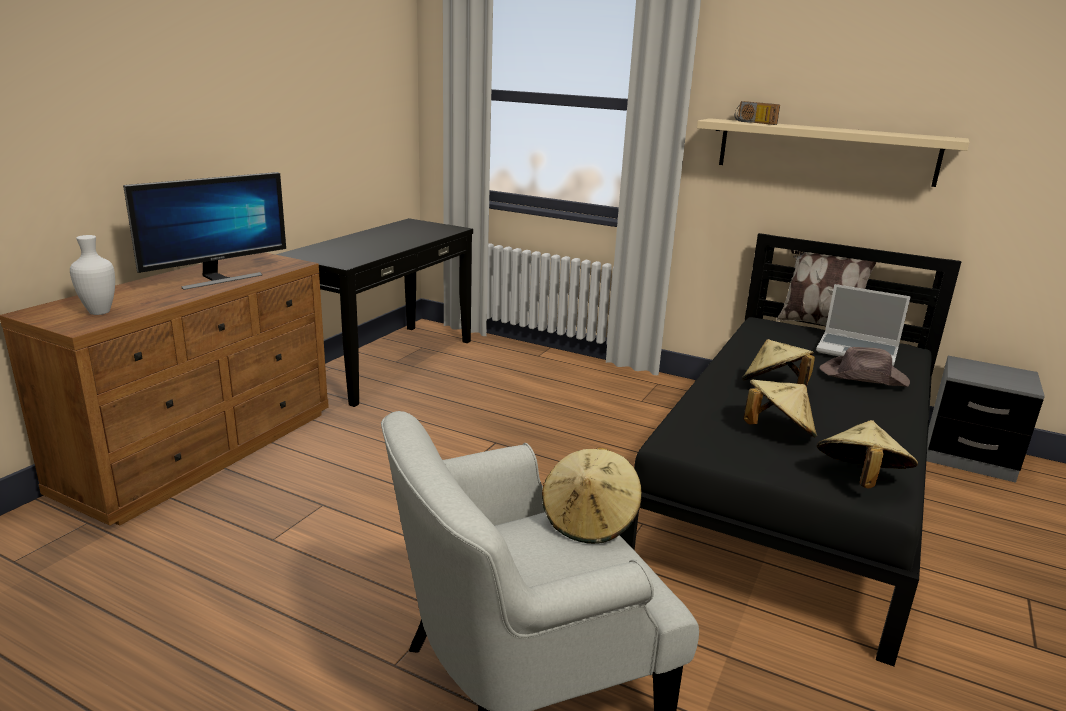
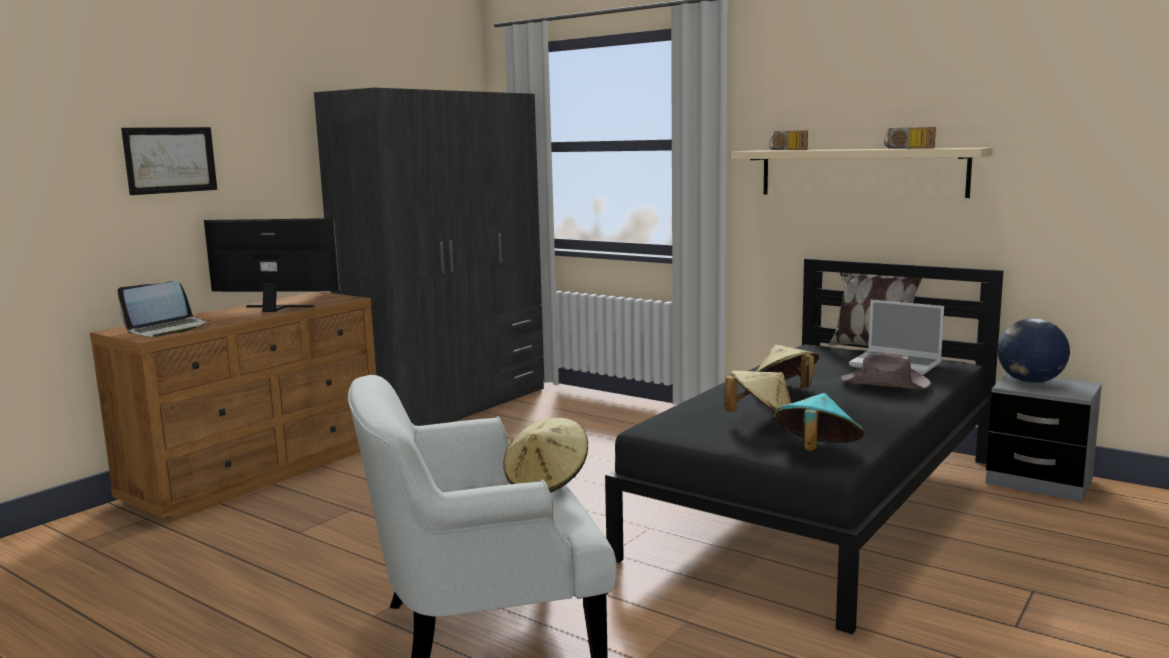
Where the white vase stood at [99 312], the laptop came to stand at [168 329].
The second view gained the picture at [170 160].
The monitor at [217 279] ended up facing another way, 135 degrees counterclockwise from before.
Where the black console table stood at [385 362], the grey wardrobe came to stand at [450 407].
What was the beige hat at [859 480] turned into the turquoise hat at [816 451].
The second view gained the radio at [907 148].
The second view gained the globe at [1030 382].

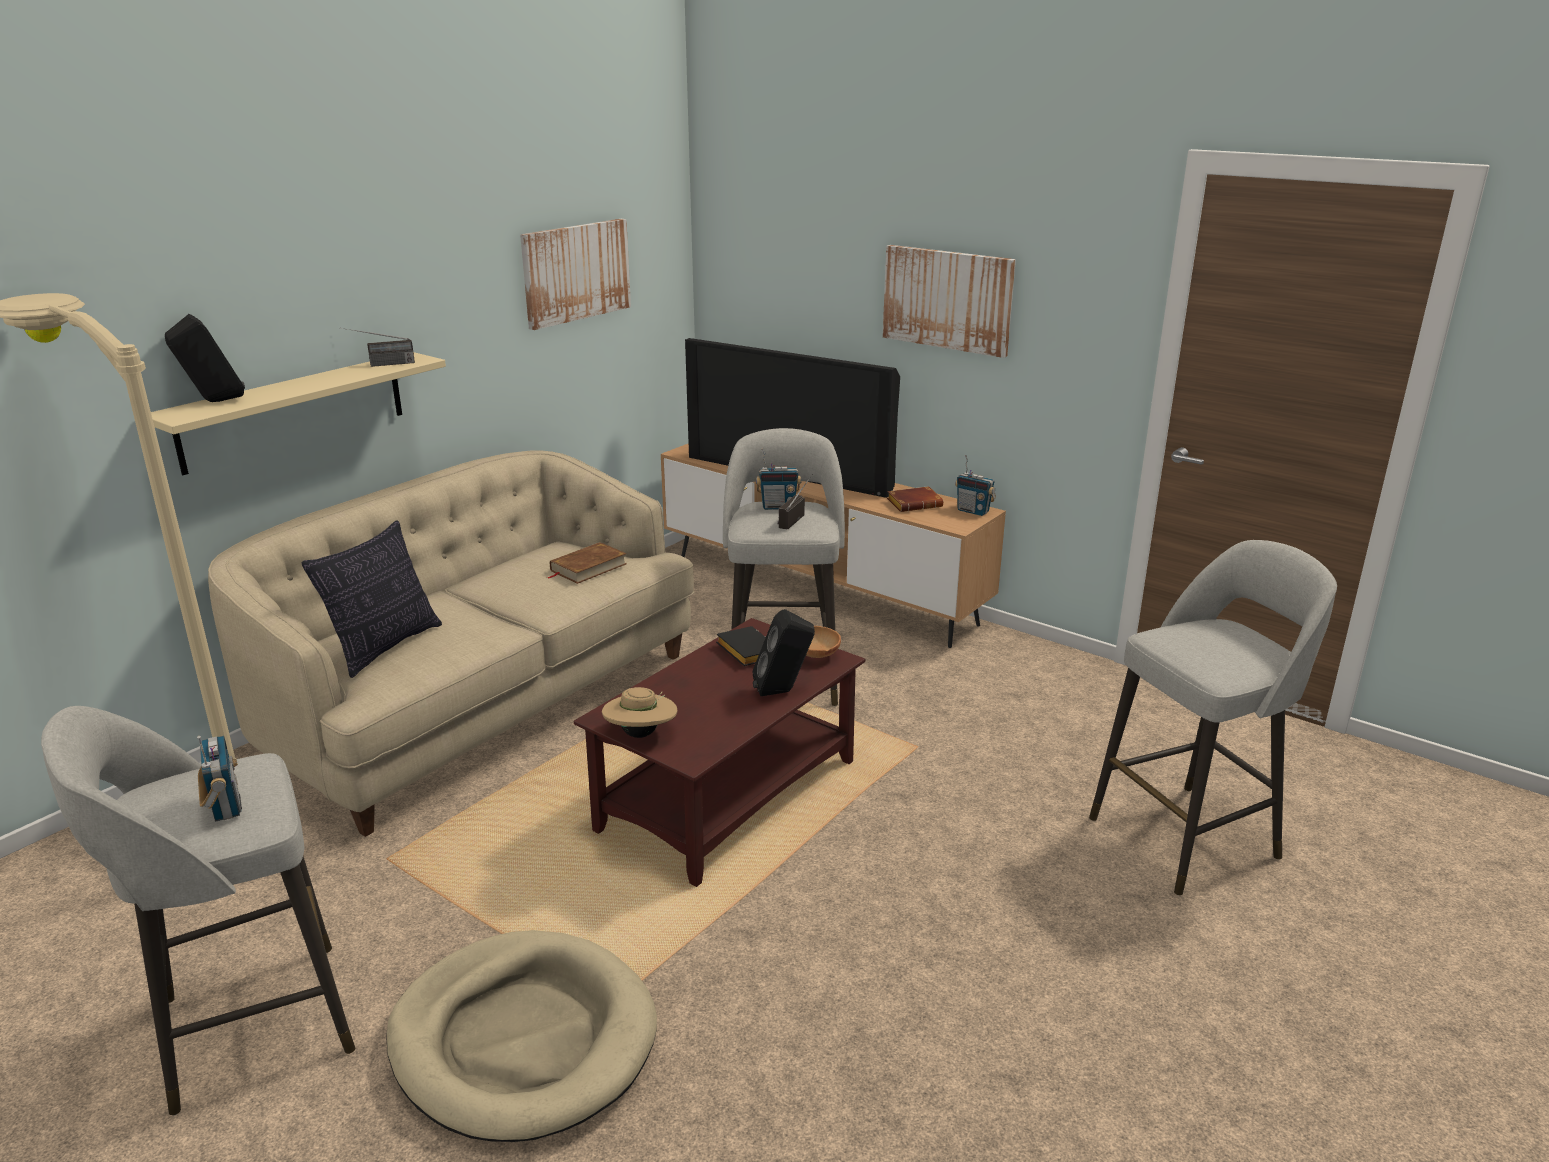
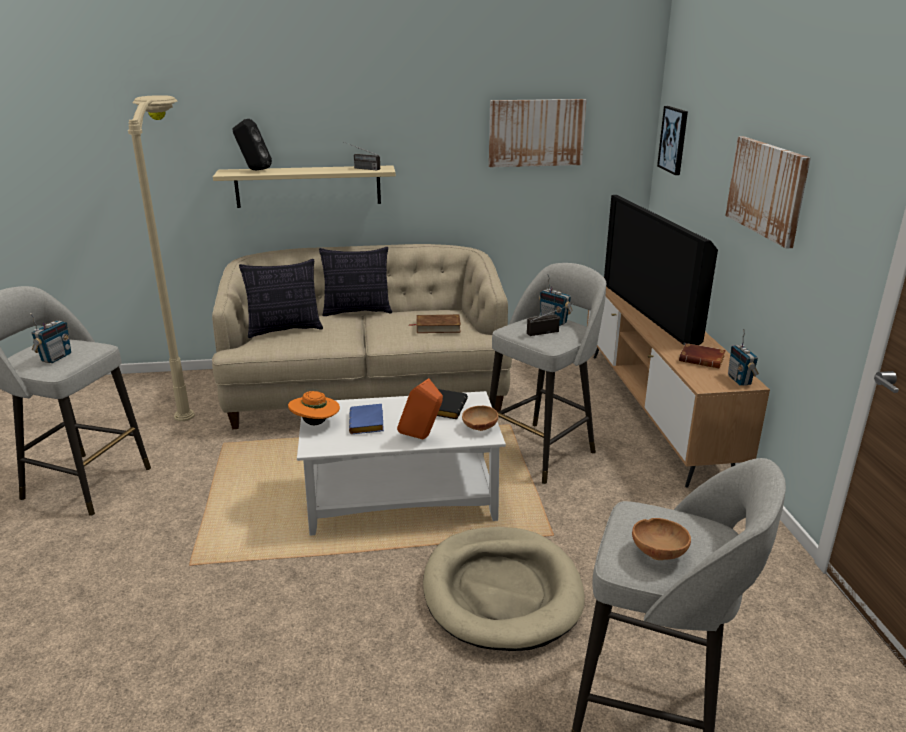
What was the beige hat at [641 734] turned into the orange hat at [315 423].
What was the brown coffee table at [729 794] turned into the white coffee table at [403 499].
The second view gained the pillow at [357 311].
The second view gained the blue book at [368 424].
What was the black speaker at [783 692] turned into the orange speaker at [422 438].
The beige dog bed ended up elsewhere, having gone from [524 1039] to [501 592].
The second view gained the brown bowl at [659 552].
The second view gained the picture at [674 140].

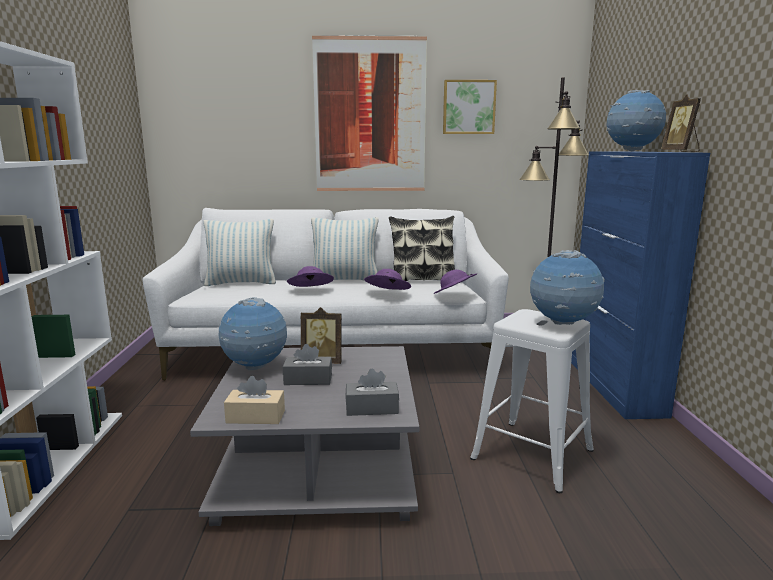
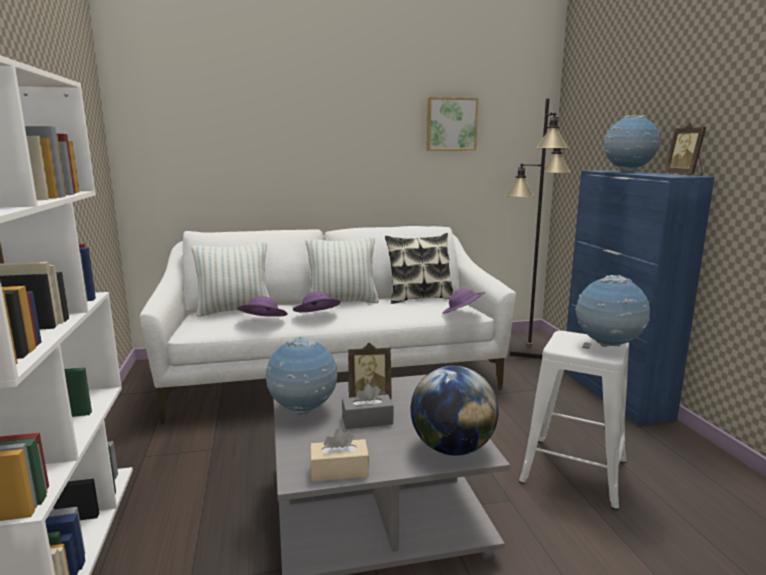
The purple hat ended up elsewhere, having gone from [387 294] to [262 322].
Where the grey tissue box stood at [372 408], the globe came to stand at [452 448].
The second view lost the picture at [370 115].

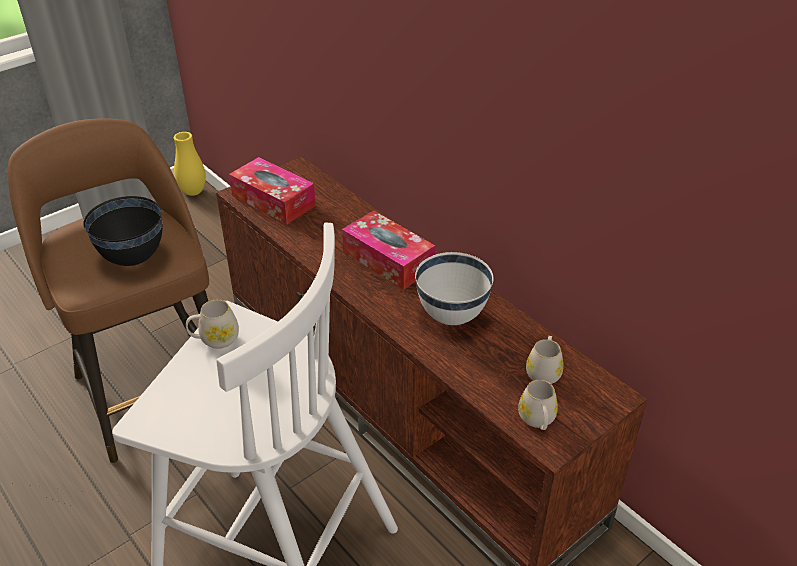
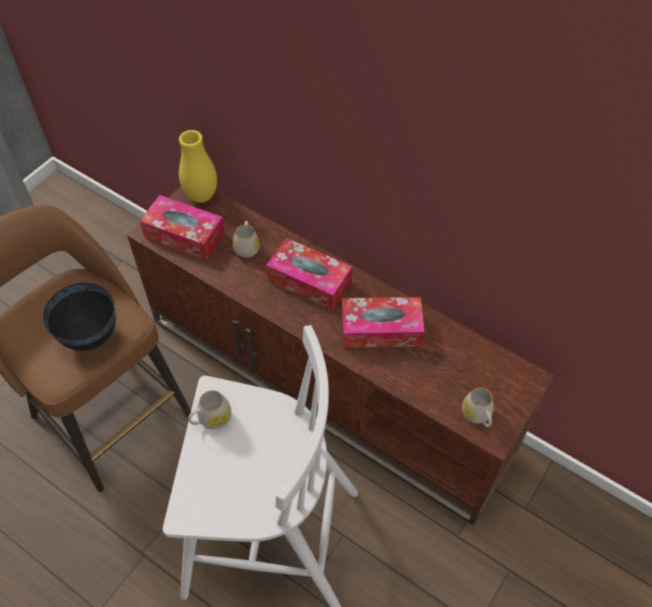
The yellow vase ended up elsewhere, having gone from [193 192] to [201 196].
The white mug ended up elsewhere, having gone from [544 371] to [247 246].
Where the white bowl stood at [451 316], the tissue box came to stand at [381 329].

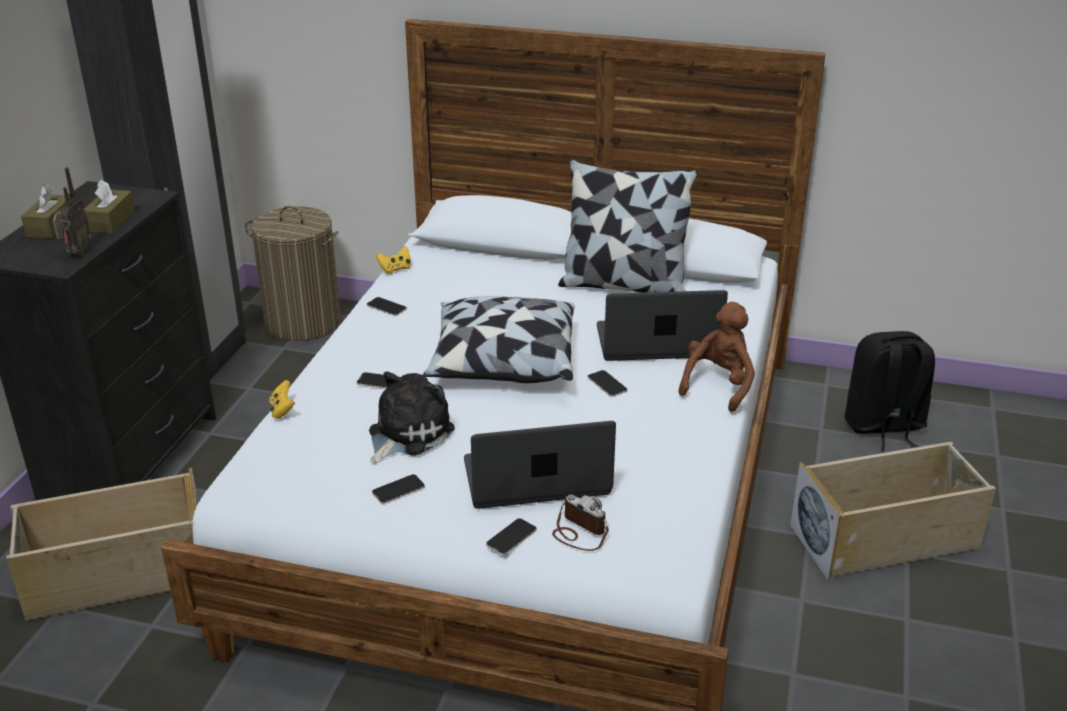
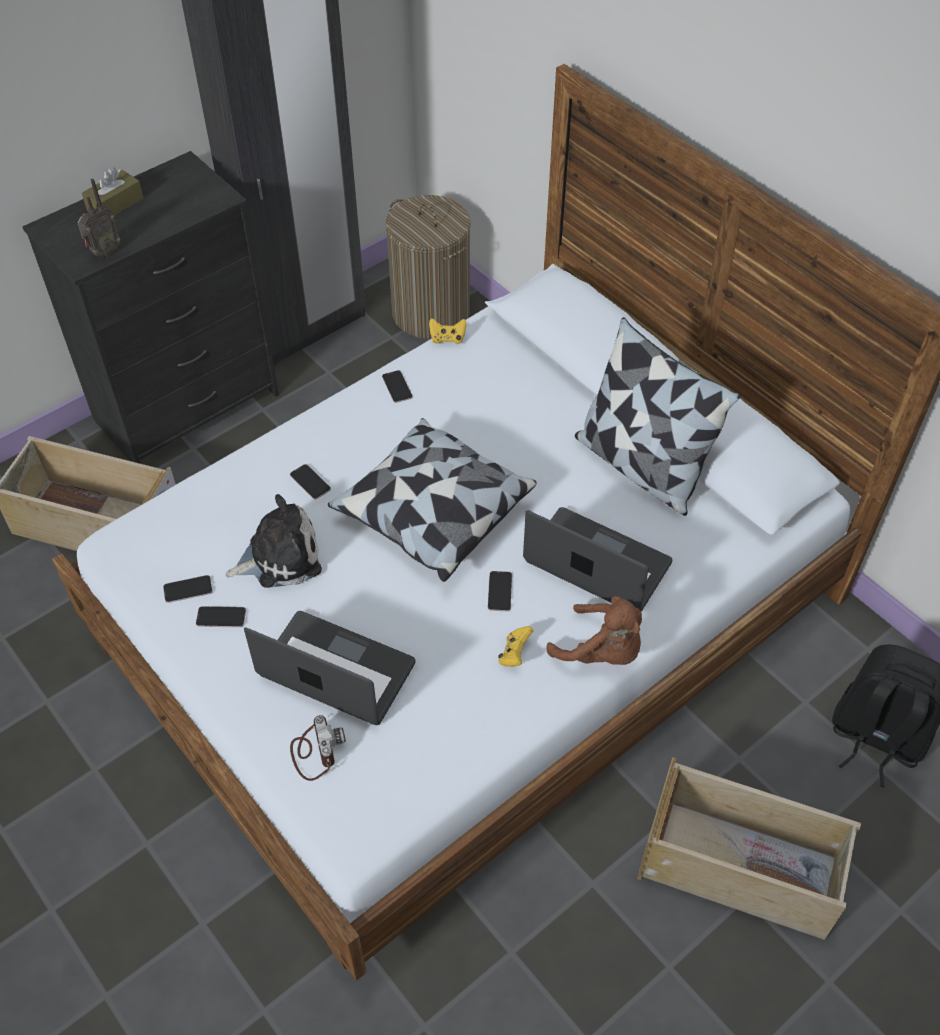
The phone ended up elsewhere, having gone from [511 537] to [188 589].
The yellow game controller ended up elsewhere, having gone from [282 410] to [514 654].
The brown plush toy at [718 385] ended up facing another way, 60 degrees clockwise from before.
The second view lost the brown tissue box at [111 221].

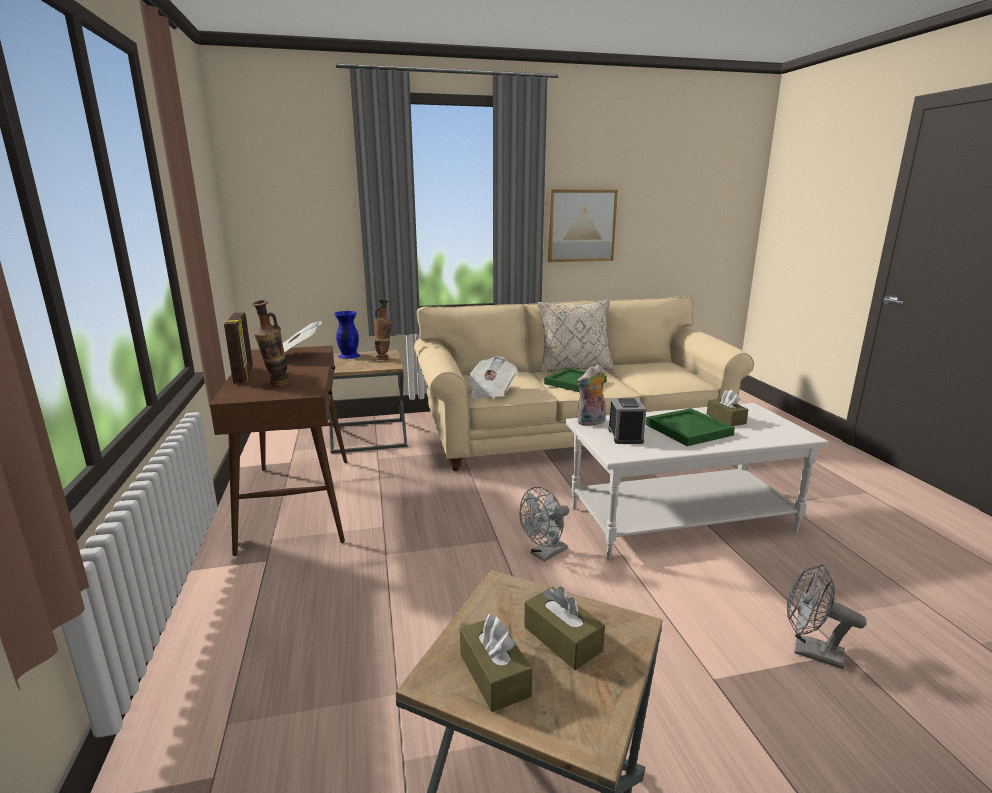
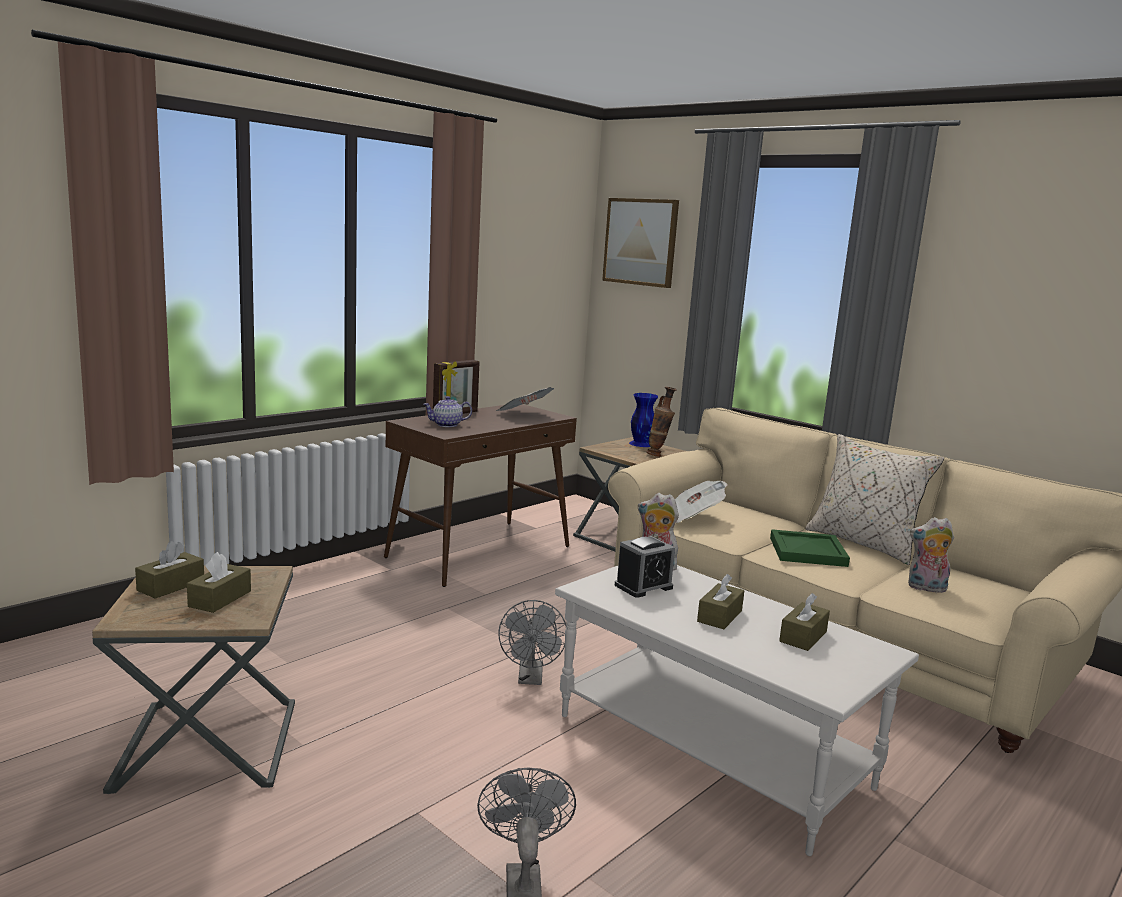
Where the vase stood at [276 385], the teapot came to stand at [447 425].
The grey fan at [545 554] ended up facing another way, 105 degrees counterclockwise from before.
The picture ended up elsewhere, having gone from [581 226] to [641 242].
Where the green tray stood at [687 429], the brown tissue box came to stand at [719 616].
The second view gained the plush toy at [926 588].

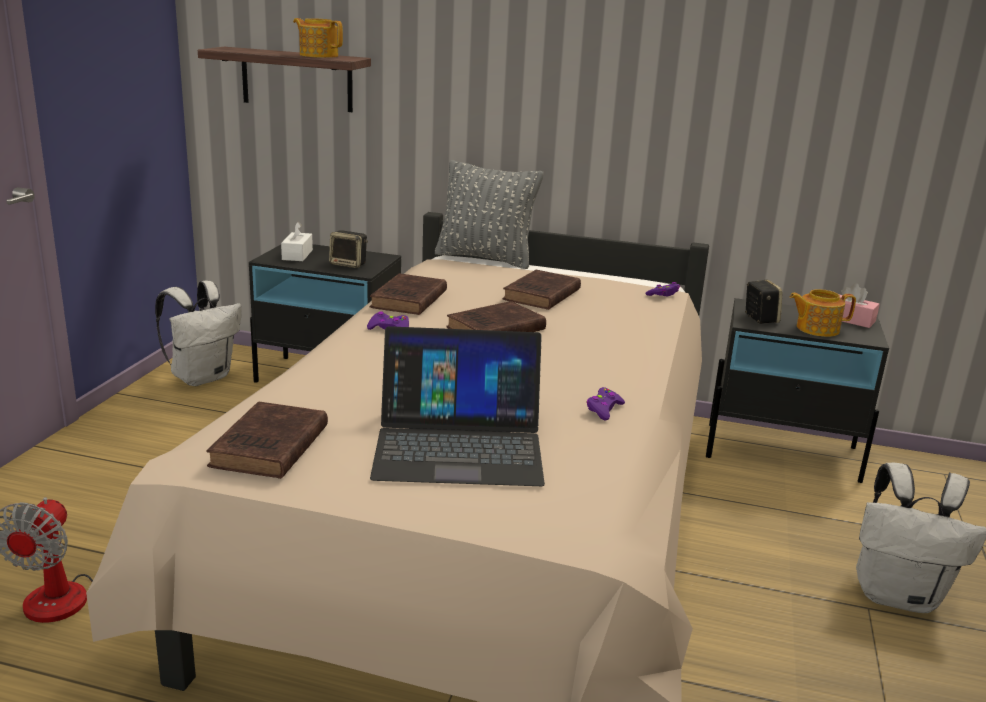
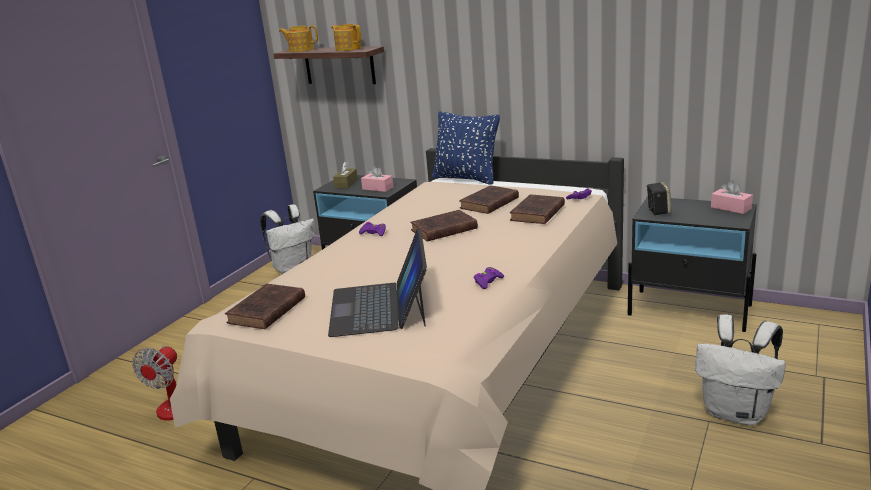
The teapot ended up elsewhere, having gone from [816 329] to [301 50].
The laptop at [459 445] ended up facing another way, 75 degrees clockwise from before.
What was the white tissue box at [297 255] turned into the brown tissue box at [346 183].
Where the speaker stood at [349 264], the pink tissue box came to stand at [377 188].
What was the grey pillow at [485 258] turned into the blue pillow at [466 178].
The brown book ended up elsewhere, having gone from [408 300] to [537 213].

